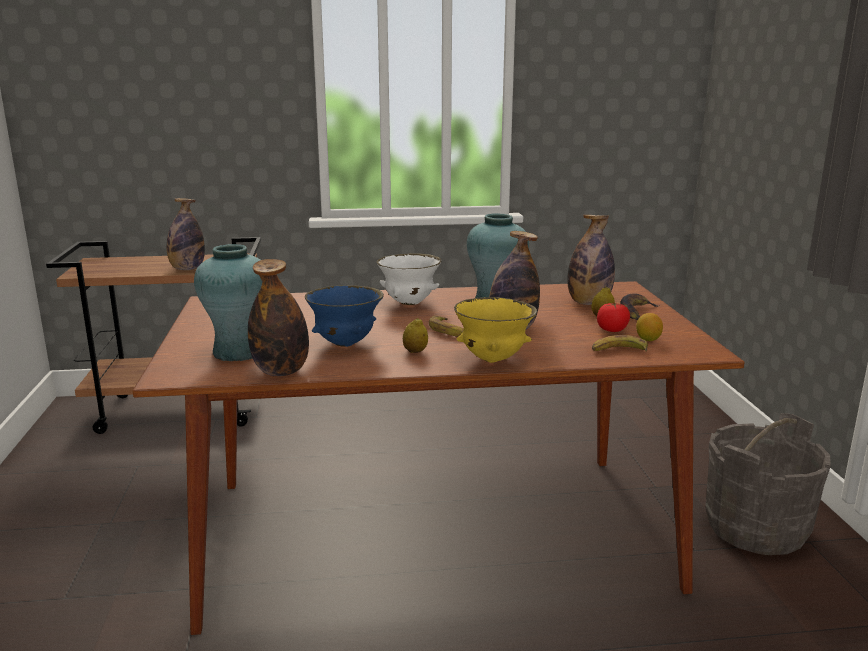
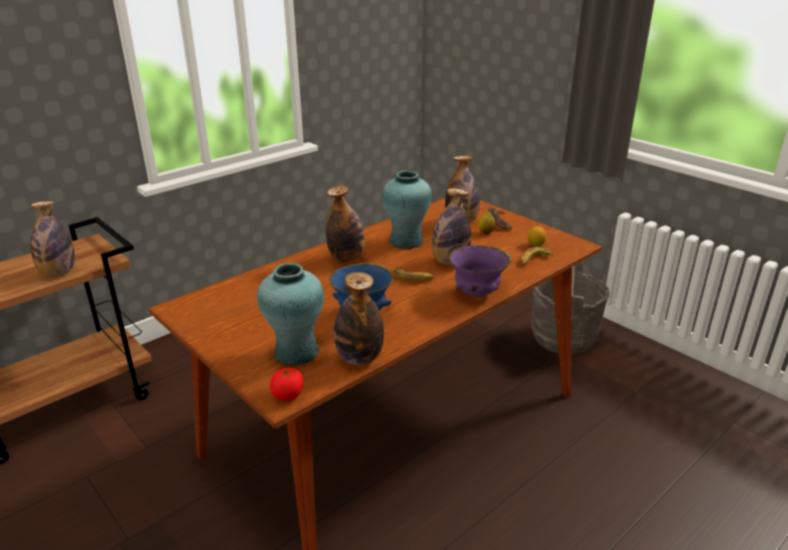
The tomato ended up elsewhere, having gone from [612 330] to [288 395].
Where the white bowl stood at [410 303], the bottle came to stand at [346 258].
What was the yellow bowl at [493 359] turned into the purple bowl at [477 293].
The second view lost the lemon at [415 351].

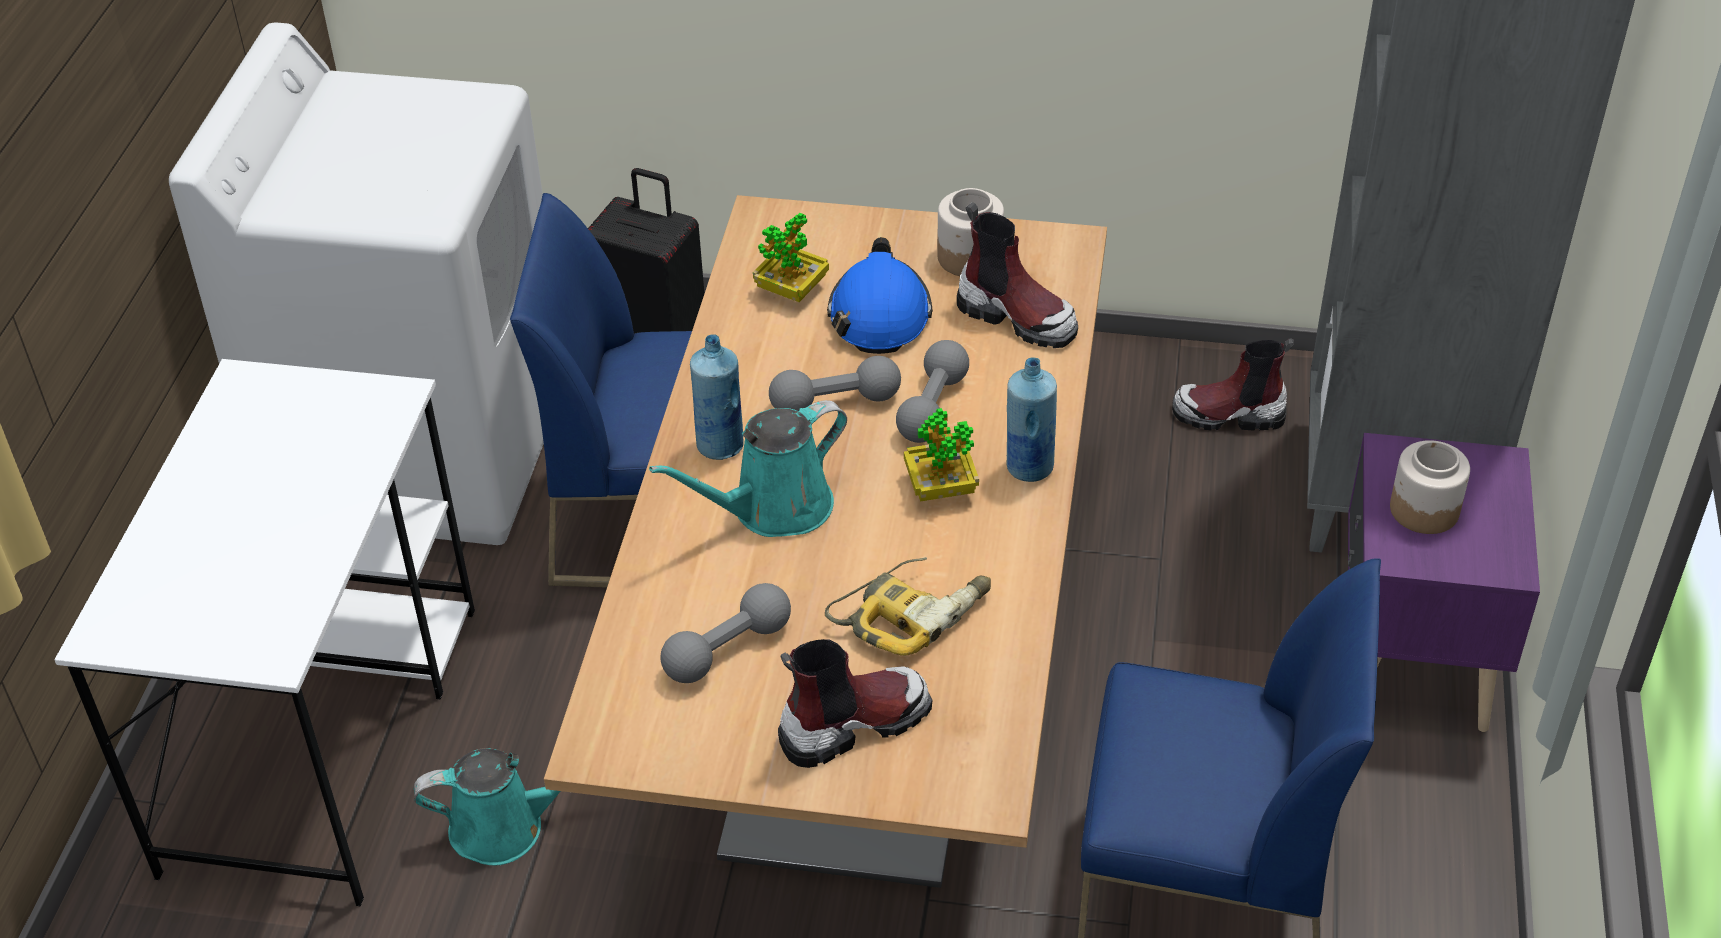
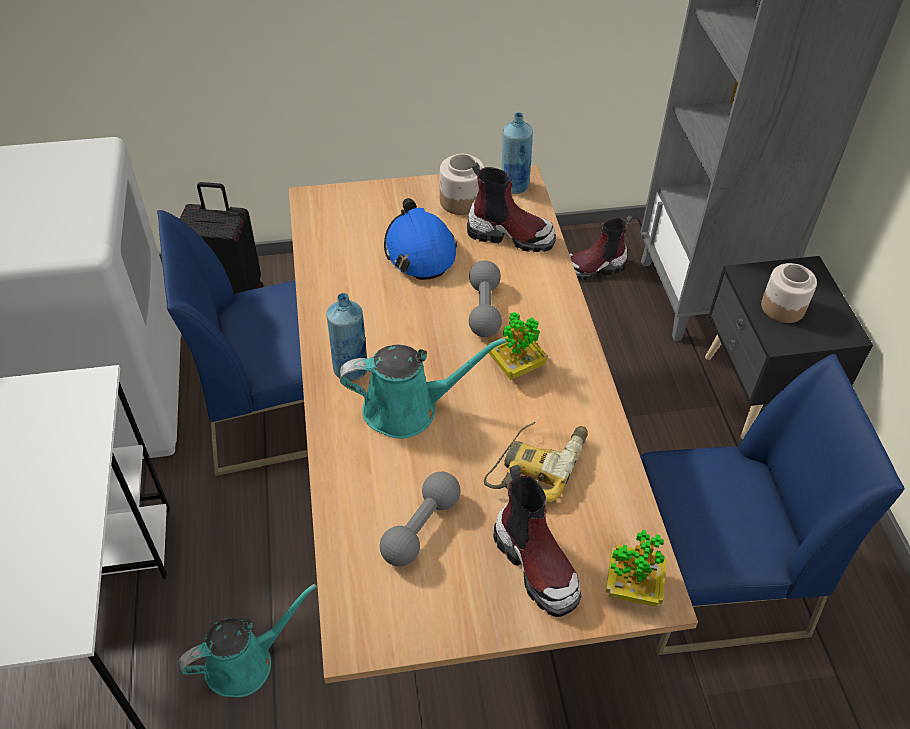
The turquoise watering can at [773 509] ended up facing another way, 135 degrees counterclockwise from before.
The boot at [853 724] ended up facing another way, 105 degrees clockwise from before.
The blue bottle ended up elsewhere, having gone from [1028 467] to [514 186].
The potted plant ended up elsewhere, having gone from [792 290] to [632 586].
What was the purple nightstand at [1411 658] turned into the black nightstand at [759 394].
The second view lost the grey dumbbell at [835 402].

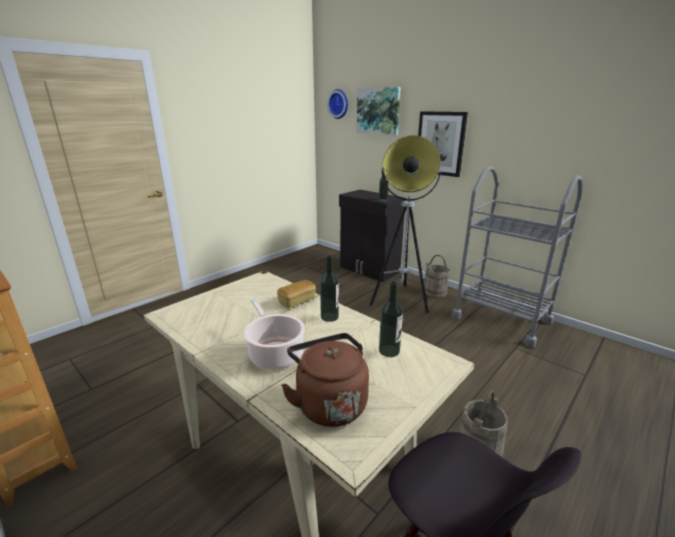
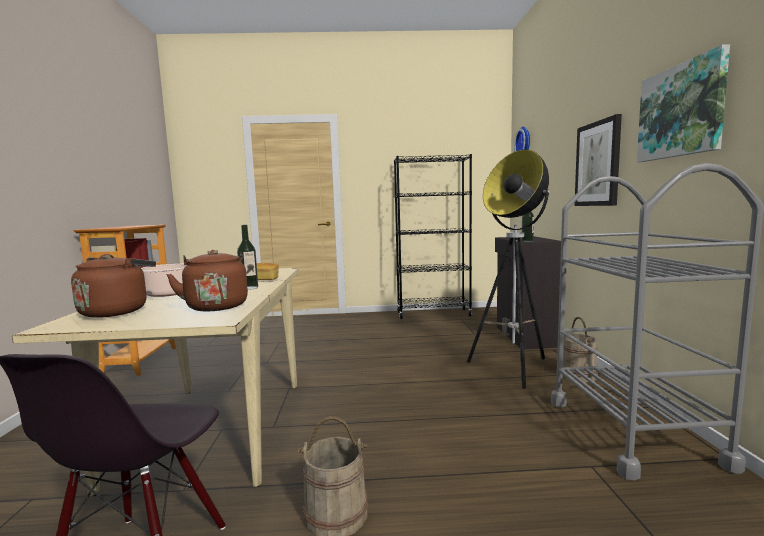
Where the bottle stood at [389 351], the brown kettle came to stand at [216 306].
The second view gained the black bookcase at [433 314].
The picture ended up elsewhere, having gone from [378 111] to [681 111].

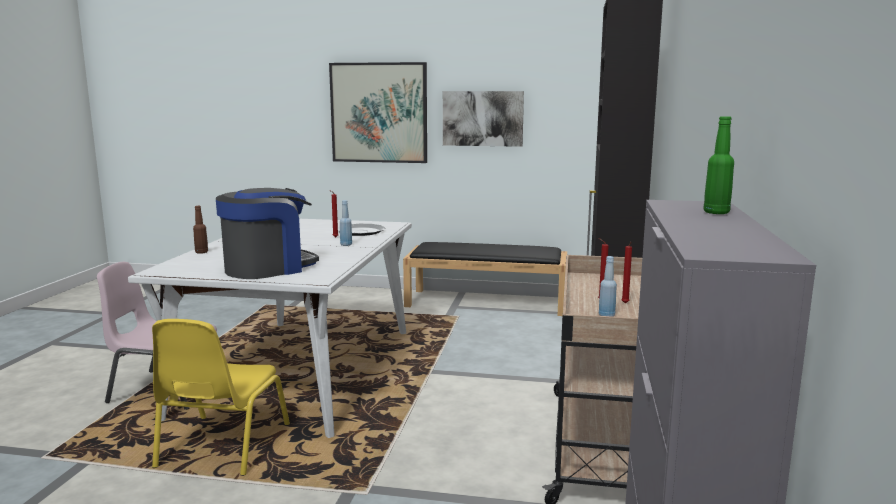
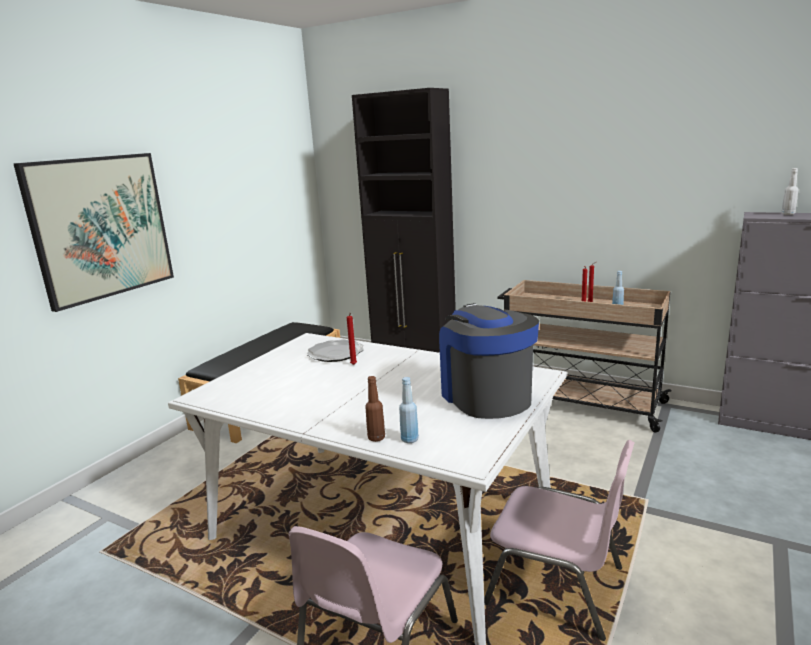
The blue bottle ended up elsewhere, having gone from [346 245] to [409 439].
What was the yellow chair at [221 446] turned into the pink chair at [557 586].
What was the green bottle at [716 212] turned into the white bottle at [788 214].
The second view lost the picture at [482 118].

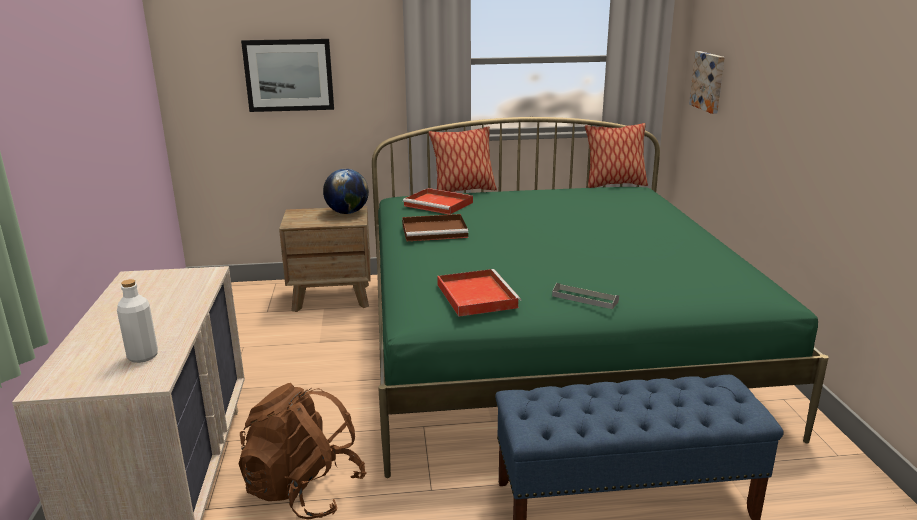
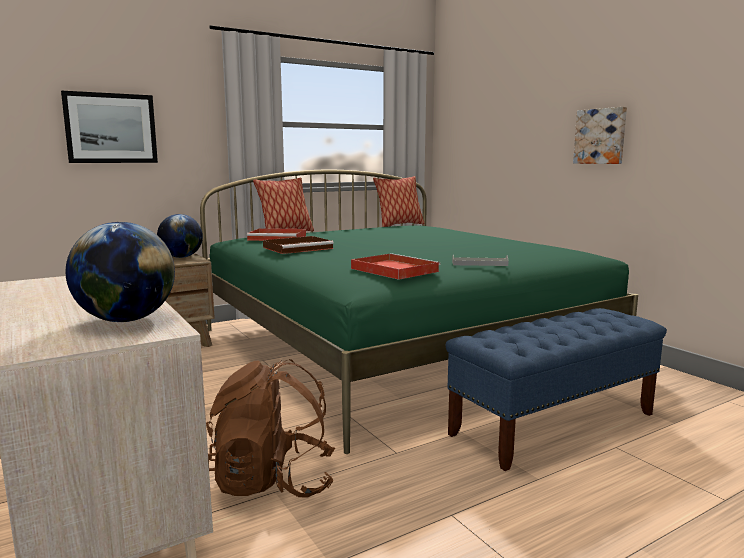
Where the white bottle stood at [143 356], the globe came to stand at [126 320].
The picture ended up elsewhere, having gone from [709 81] to [600 136].

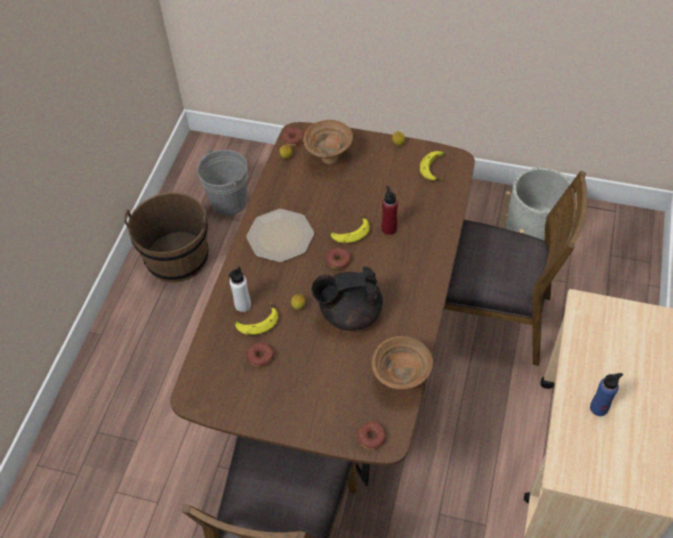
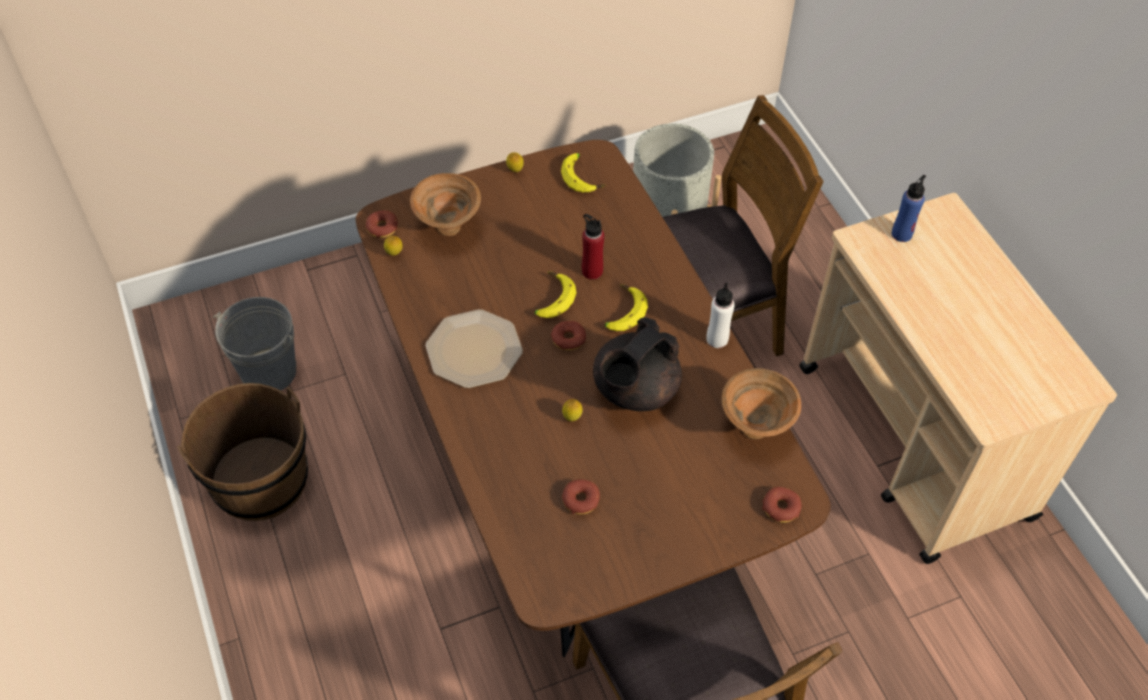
The banana ended up elsewhere, having gone from [257 321] to [622 312].
The white bottle ended up elsewhere, having gone from [243 305] to [717 339].
The blue bottle ended up elsewhere, having gone from [599 408] to [901 234].

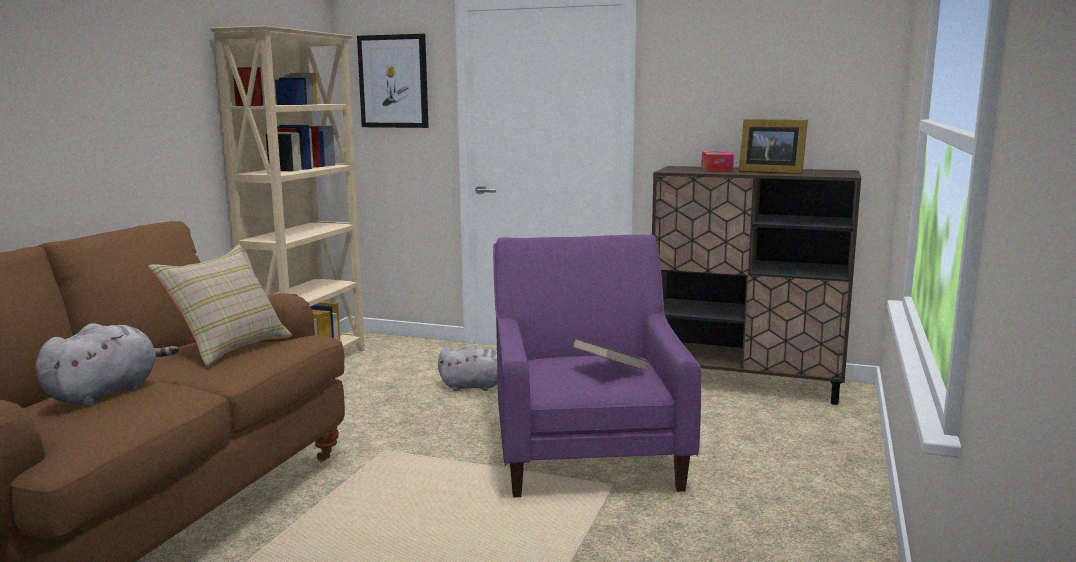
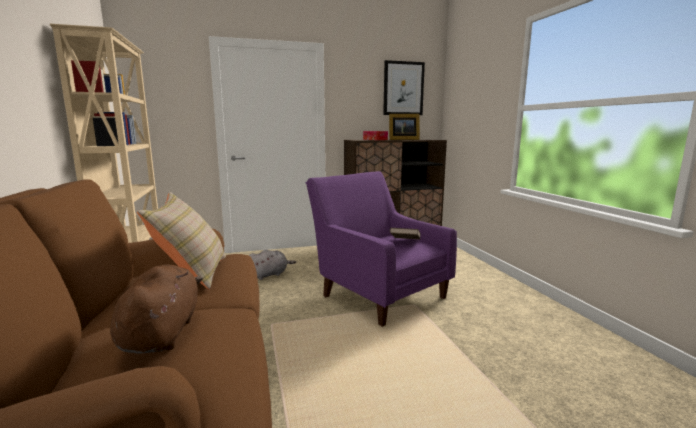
What was the grey plush toy at [106 393] turned into the brown plush toy at [162 333].
The picture ended up elsewhere, having gone from [393 81] to [403 88].

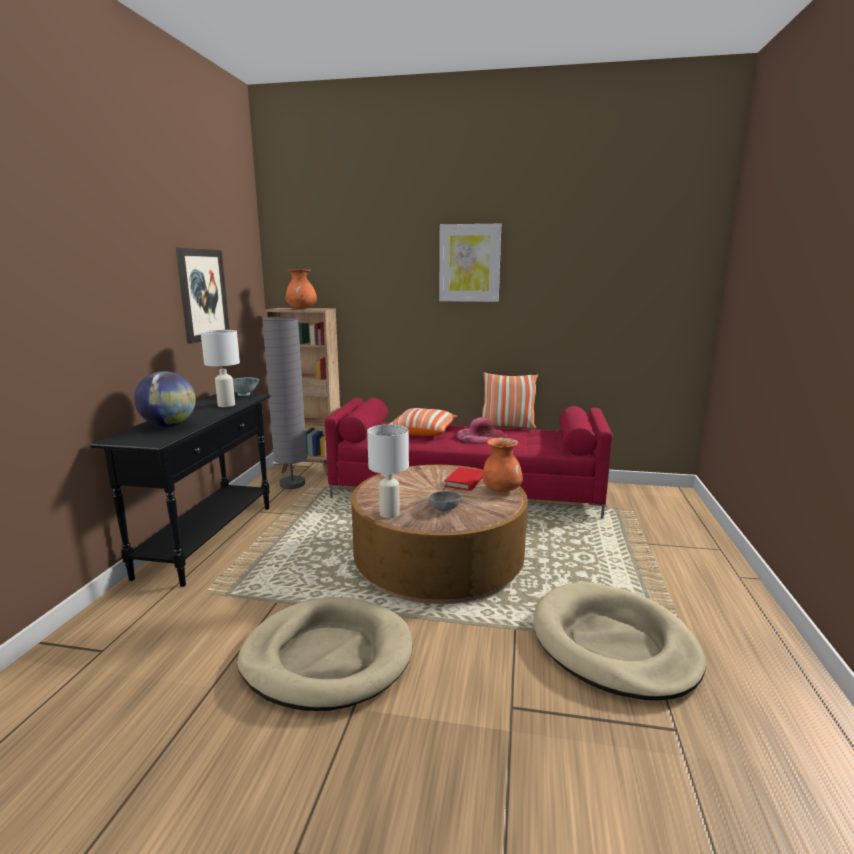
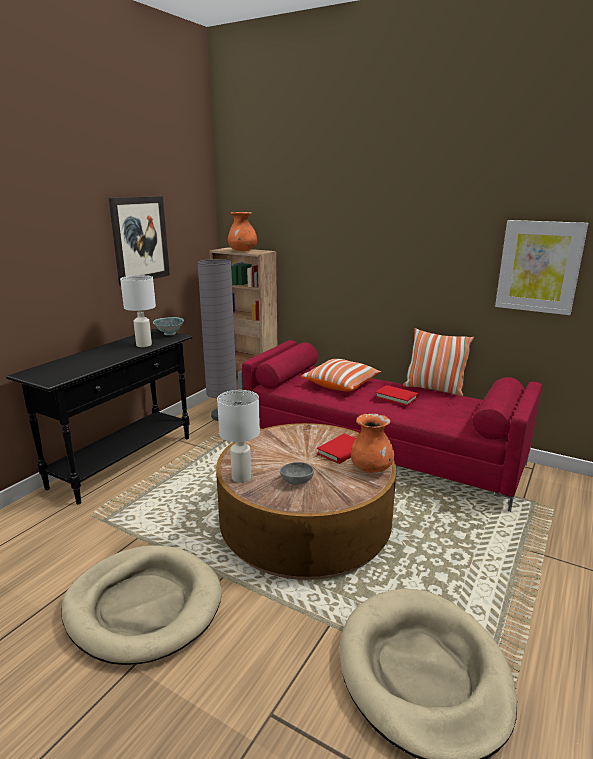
Where the pink hat stood at [481 435], the red book came to stand at [396 397].
The picture ended up elsewhere, having gone from [469 263] to [539 267].
The second view lost the globe at [169 425].

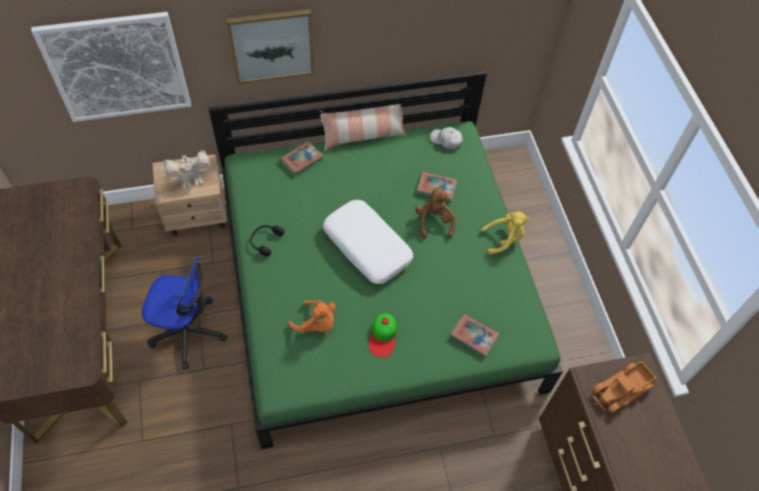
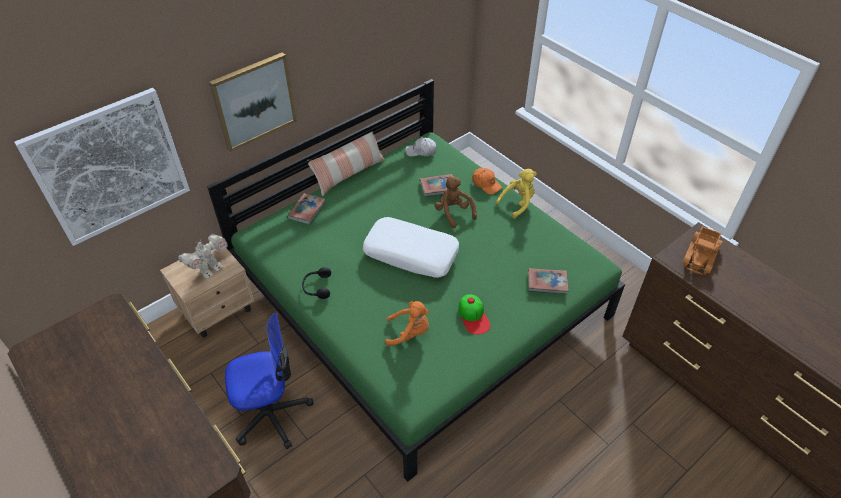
The second view gained the orange cap at [486 184].

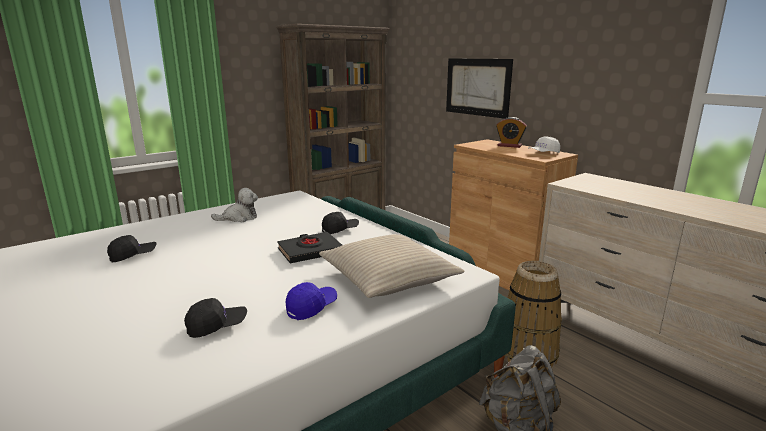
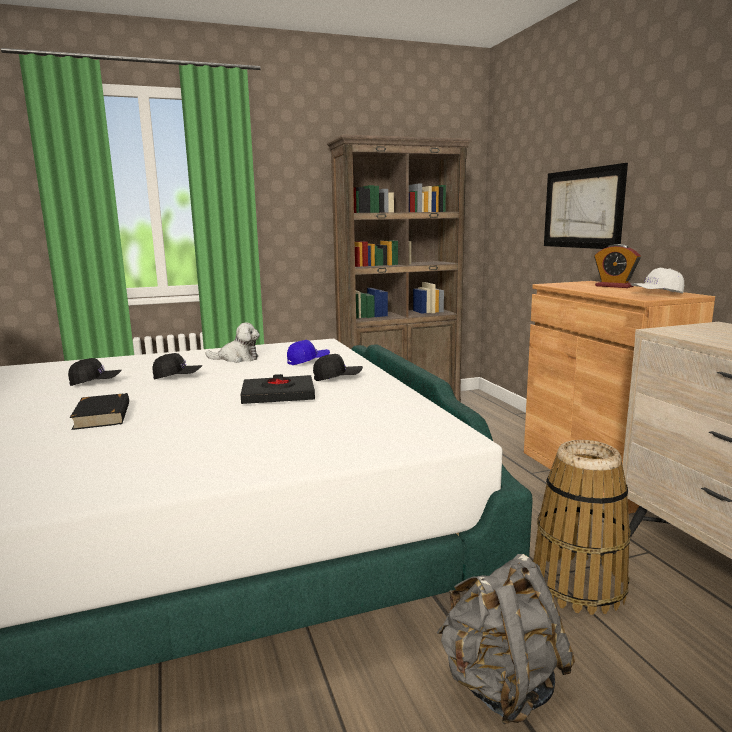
The second view gained the black book at [103 416].
The black cap ended up elsewhere, having gone from [217 326] to [177 376].
The blue cap ended up elsewhere, having gone from [311 307] to [308 361].
The second view lost the beige pillow at [388 277].

